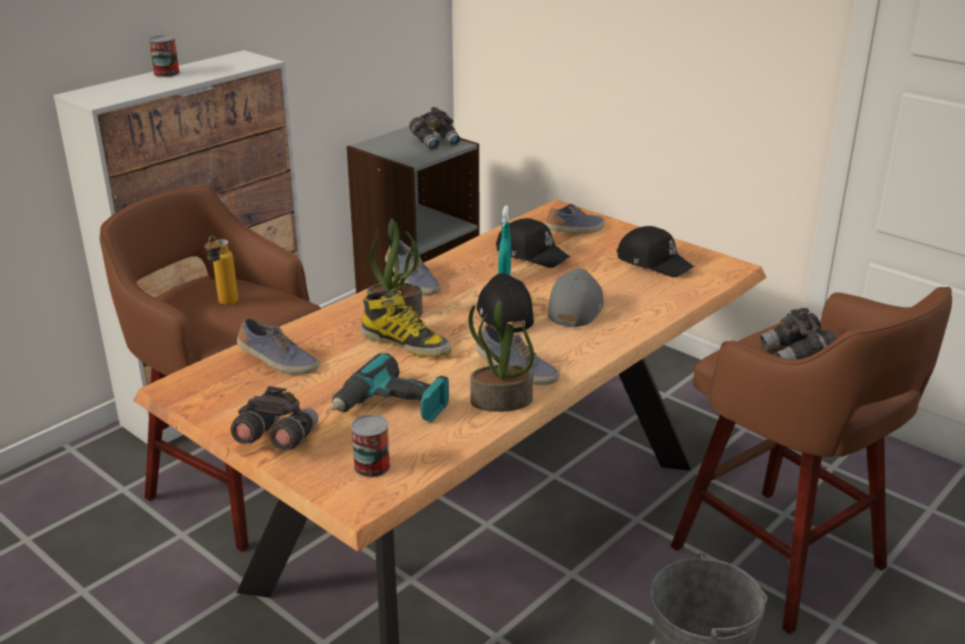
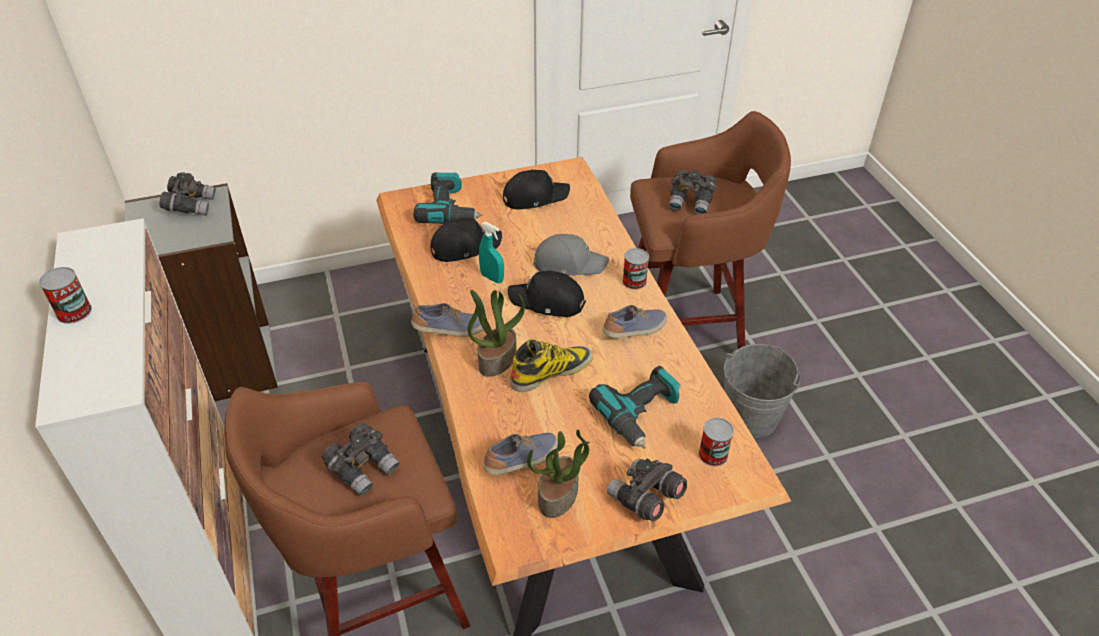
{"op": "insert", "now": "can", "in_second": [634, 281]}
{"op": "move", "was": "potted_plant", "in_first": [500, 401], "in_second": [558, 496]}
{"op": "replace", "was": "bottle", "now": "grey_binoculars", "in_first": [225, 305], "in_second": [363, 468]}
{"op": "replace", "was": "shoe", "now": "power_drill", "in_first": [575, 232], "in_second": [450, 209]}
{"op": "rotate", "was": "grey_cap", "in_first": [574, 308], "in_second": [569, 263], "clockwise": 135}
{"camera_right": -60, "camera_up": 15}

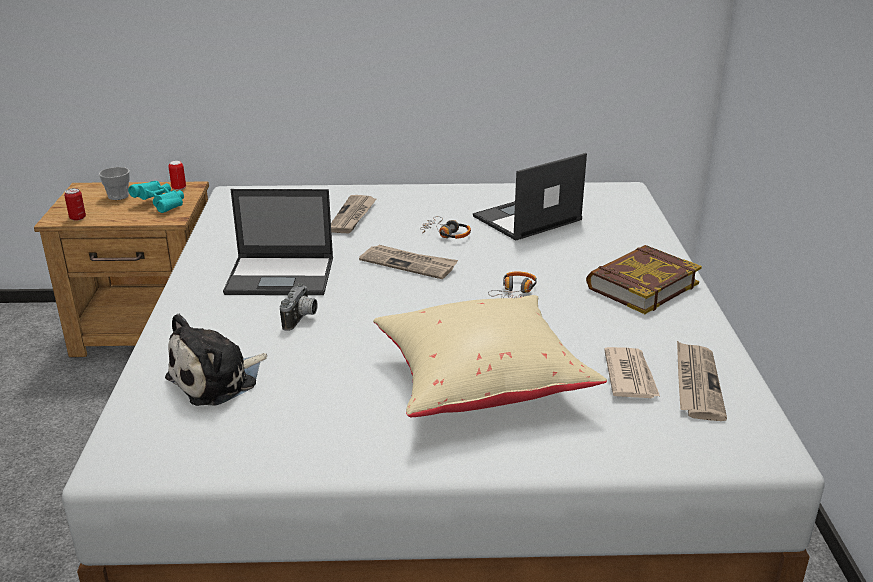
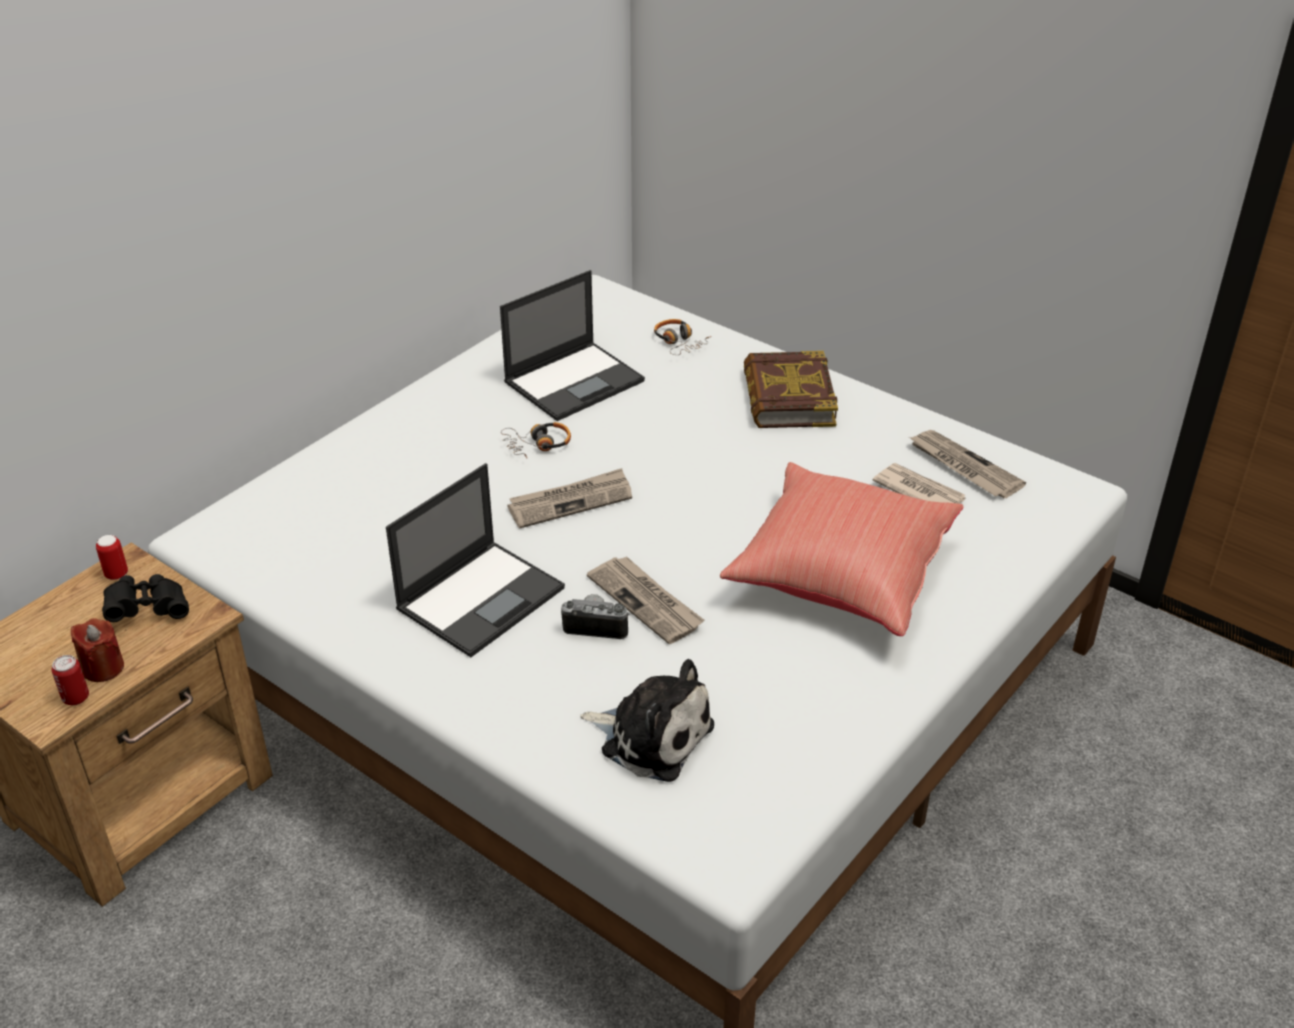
{"op": "delete", "was": "cup", "in_first": [118, 196]}
{"op": "insert", "now": "red_candle", "in_second": [103, 668]}
{"op": "move", "was": "newspaper", "in_first": [353, 216], "in_second": [646, 602]}
{"op": "move", "was": "headphones", "in_first": [516, 293], "in_second": [679, 342]}
{"op": "recolor", "was": "turquoise_binoculars", "now": "black_binoculars", "in_first": [161, 205], "in_second": [148, 609]}
{"op": "recolor", "was": "beige_pillow", "now": "red_pillow", "in_first": [480, 382], "in_second": [839, 574]}
{"op": "rotate", "was": "plush_toy", "in_first": [217, 380], "in_second": [651, 736], "clockwise": -60}
{"op": "rotate", "was": "photo_camera", "in_first": [301, 319], "in_second": [596, 626], "clockwise": -45}
{"op": "rotate", "was": "laptop", "in_first": [526, 218], "in_second": [575, 381], "clockwise": -135}
{"camera_right": -50, "camera_up": 10}

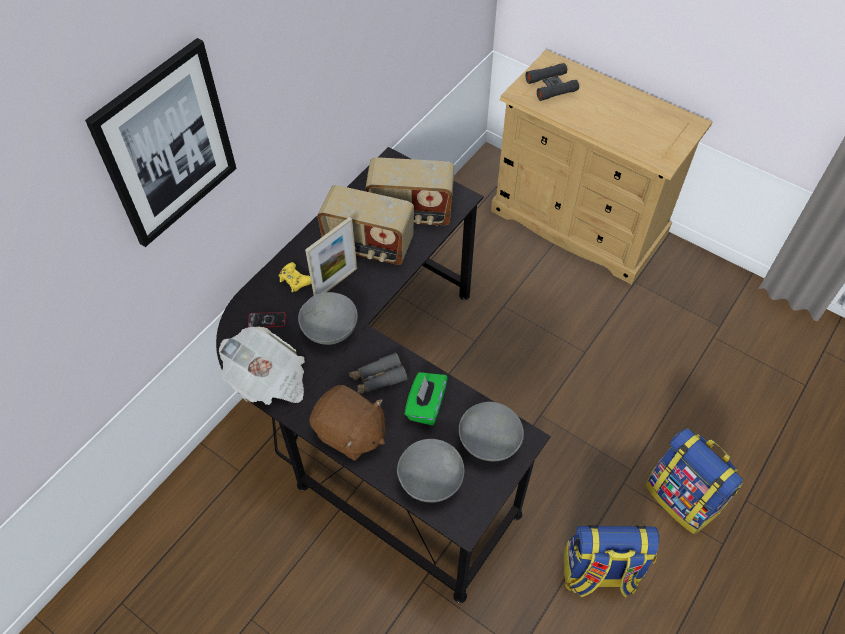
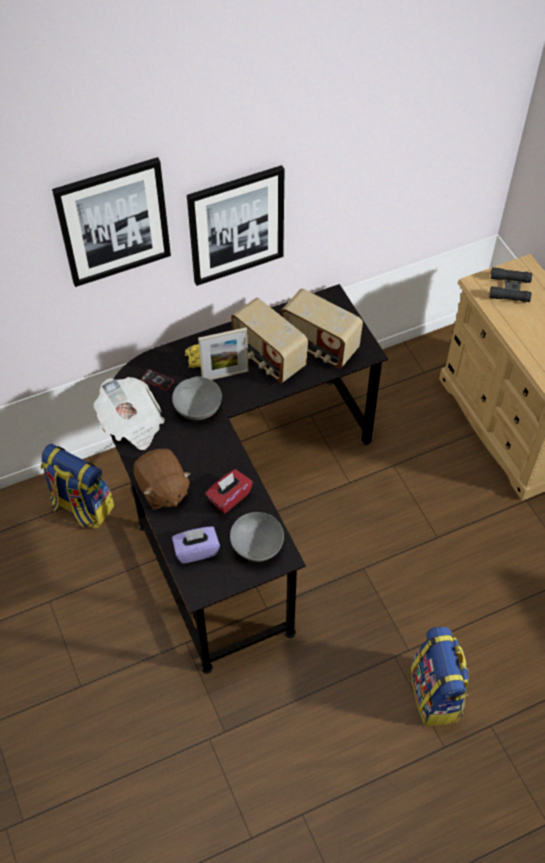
{"op": "delete", "was": "grey_binoculars", "in_first": [377, 378]}
{"op": "insert", "now": "picture", "in_second": [236, 225]}
{"op": "move", "was": "backpack", "in_first": [598, 573], "in_second": [81, 506]}
{"op": "replace", "was": "grey_bowl", "now": "purple_tissue_box", "in_first": [430, 480], "in_second": [196, 550]}
{"op": "recolor", "was": "green_tissue_box", "now": "red_tissue_box", "in_first": [426, 406], "in_second": [229, 497]}
{"camera_right": 30, "camera_up": 0}

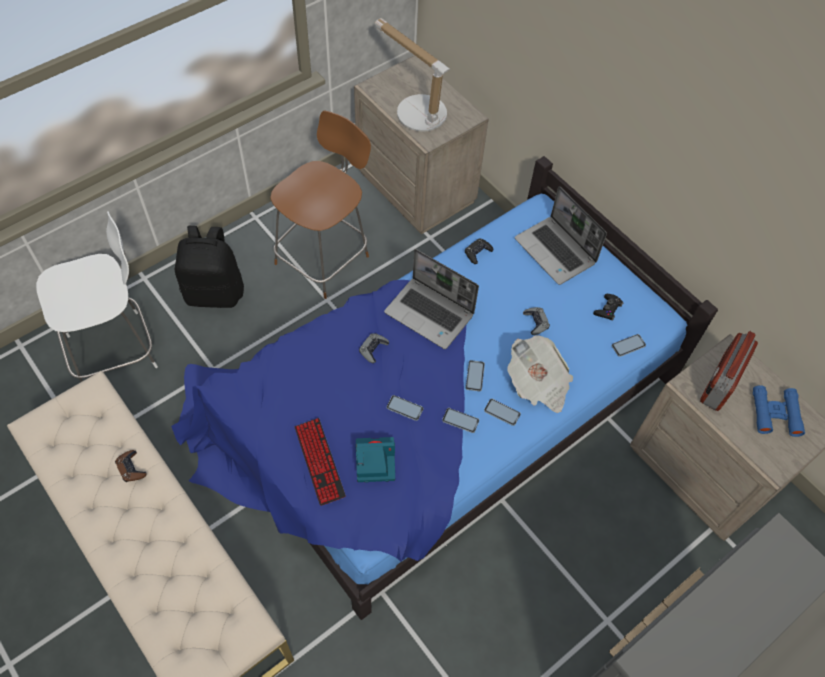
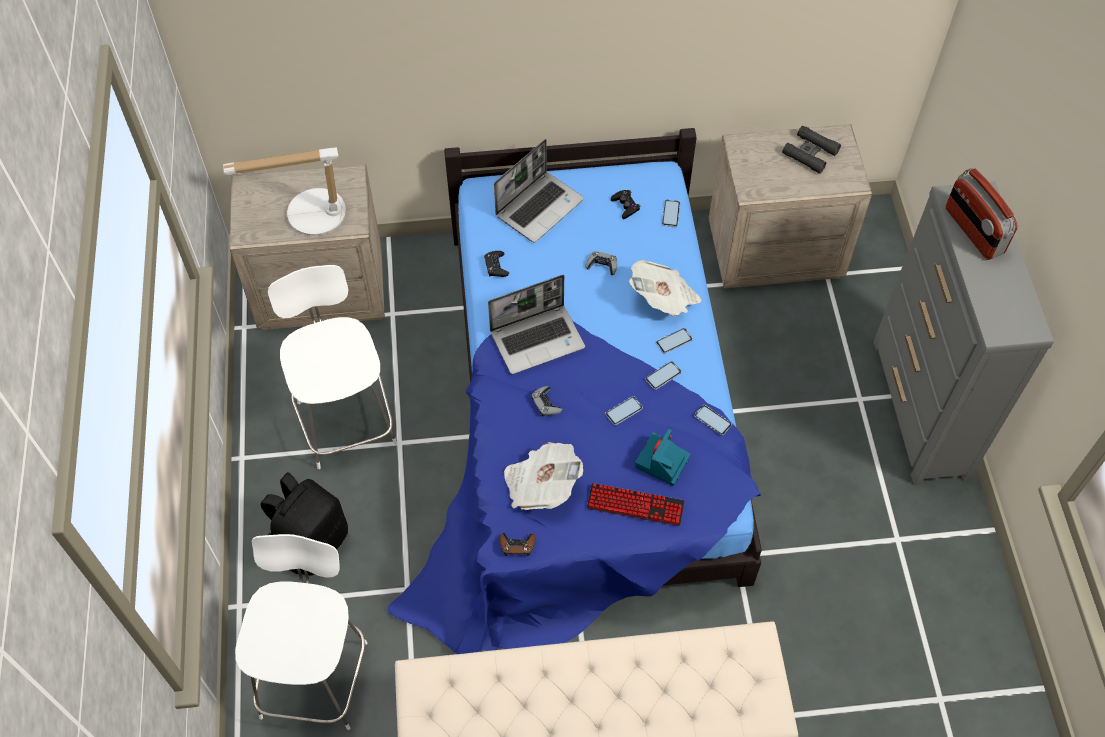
{"op": "insert", "now": "newspaper", "in_second": [541, 485]}
{"op": "move", "was": "brown_game_controller", "in_first": [131, 468], "in_second": [517, 545]}
{"op": "move", "was": "phone", "in_first": [475, 376], "in_second": [712, 420]}
{"op": "move", "was": "radio", "in_first": [720, 382], "in_second": [973, 231]}
{"op": "recolor", "was": "brown_chair", "now": "white_chair", "in_first": [324, 258], "in_second": [345, 419]}
{"op": "recolor", "was": "blue_binoculars", "now": "black_binoculars", "in_first": [775, 413], "in_second": [810, 153]}
{"op": "rotate", "was": "laptop", "in_first": [556, 251], "in_second": [539, 207], "clockwise": -45}
{"camera_right": -55, "camera_up": 0}

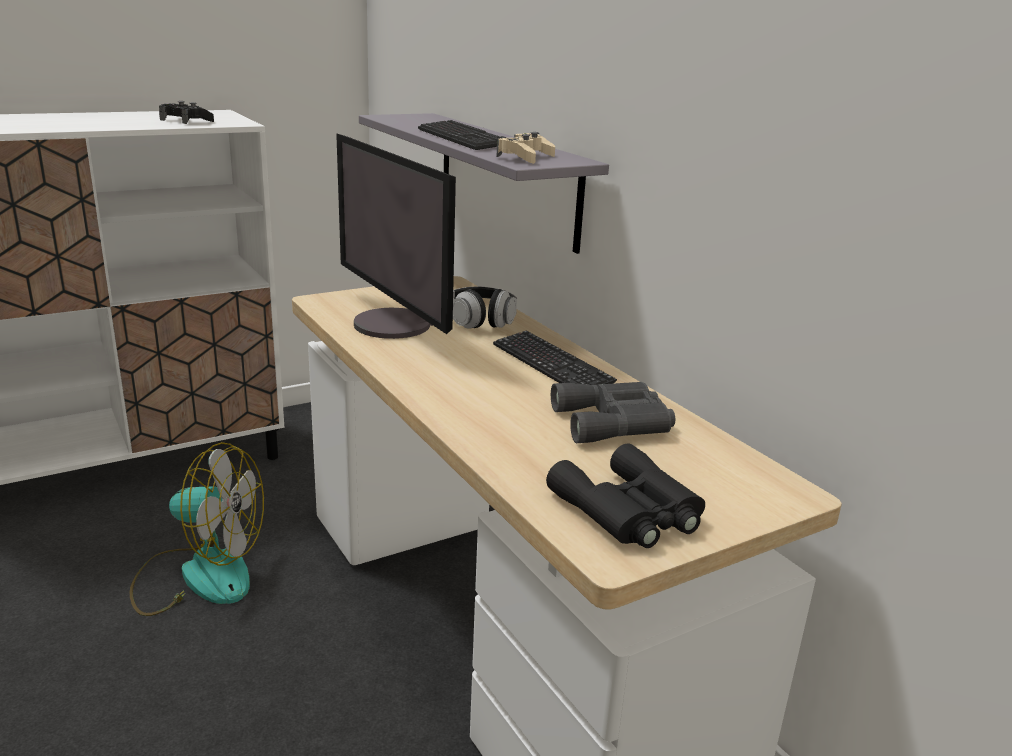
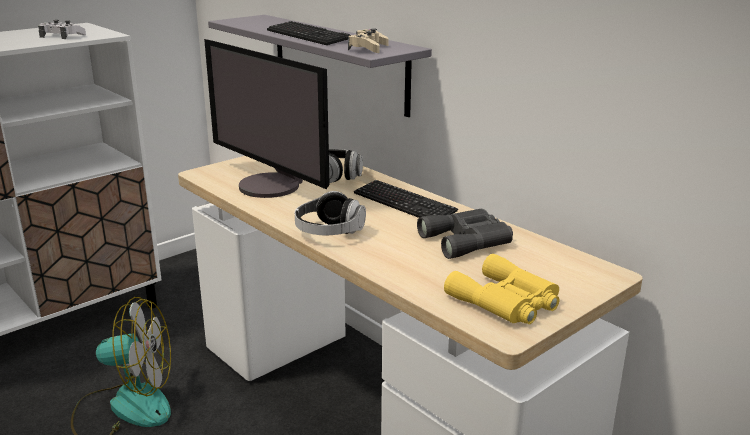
{"op": "insert", "now": "headphones", "in_second": [329, 232]}
{"op": "recolor", "was": "black_game_controller", "now": "white_game_controller", "in_first": [186, 121], "in_second": [62, 36]}
{"op": "recolor", "was": "black_binoculars", "now": "yellow_binoculars", "in_first": [629, 512], "in_second": [506, 301]}
{"camera_right": -10, "camera_up": 0}

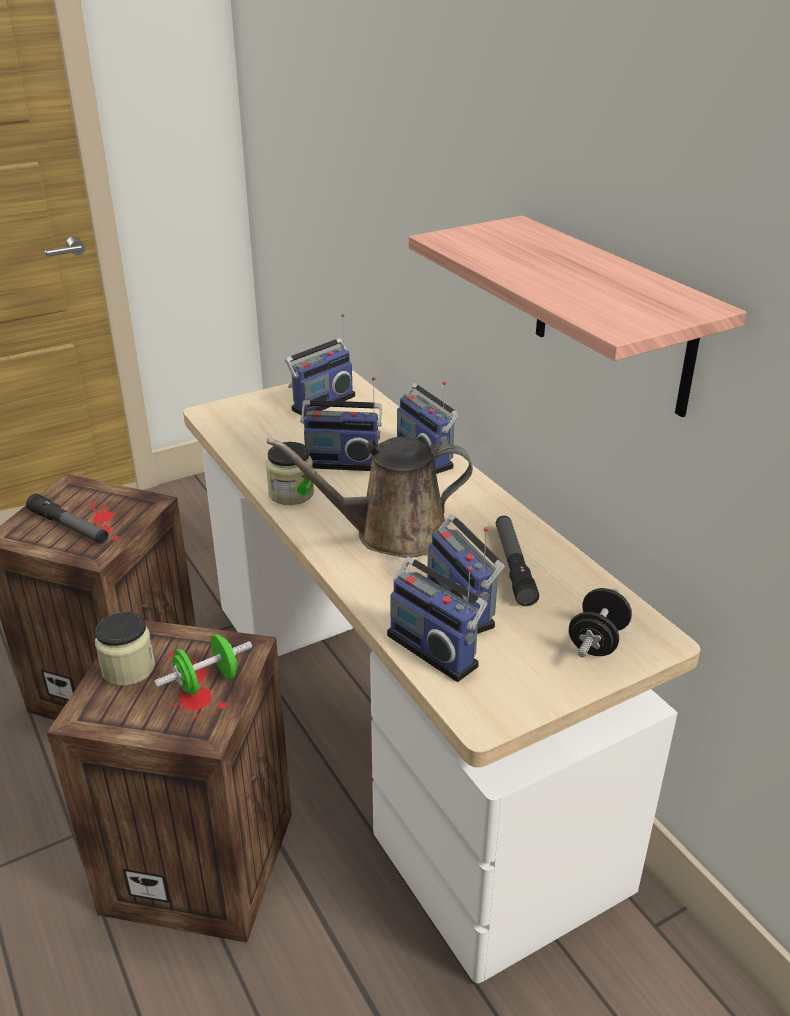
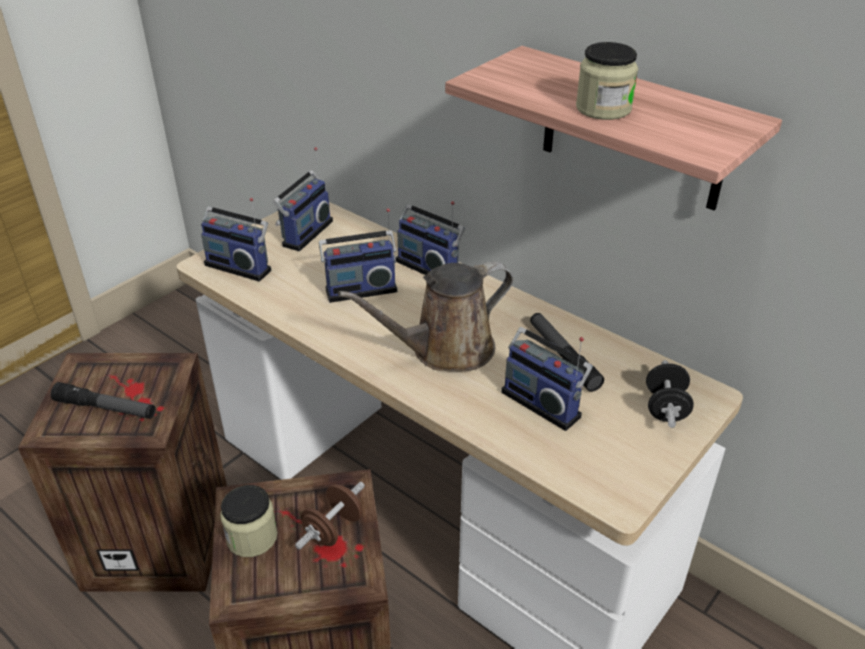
{"op": "move", "was": "jar", "in_first": [291, 493], "in_second": [603, 109]}
{"op": "move", "was": "radio", "in_first": [435, 648], "in_second": [240, 266]}
{"op": "recolor", "was": "green_dumbbell", "now": "brown_dumbbell", "in_first": [207, 681], "in_second": [333, 529]}
{"camera_right": -20, "camera_up": 5}

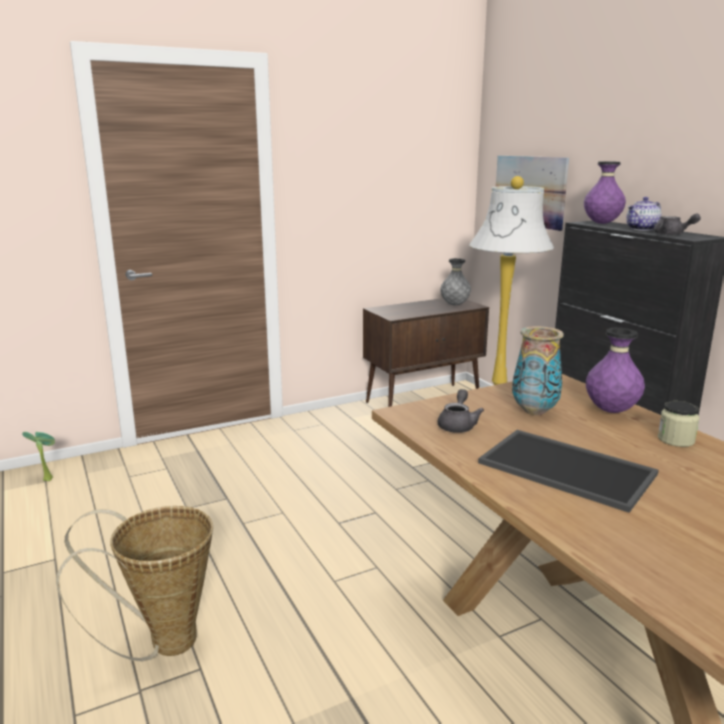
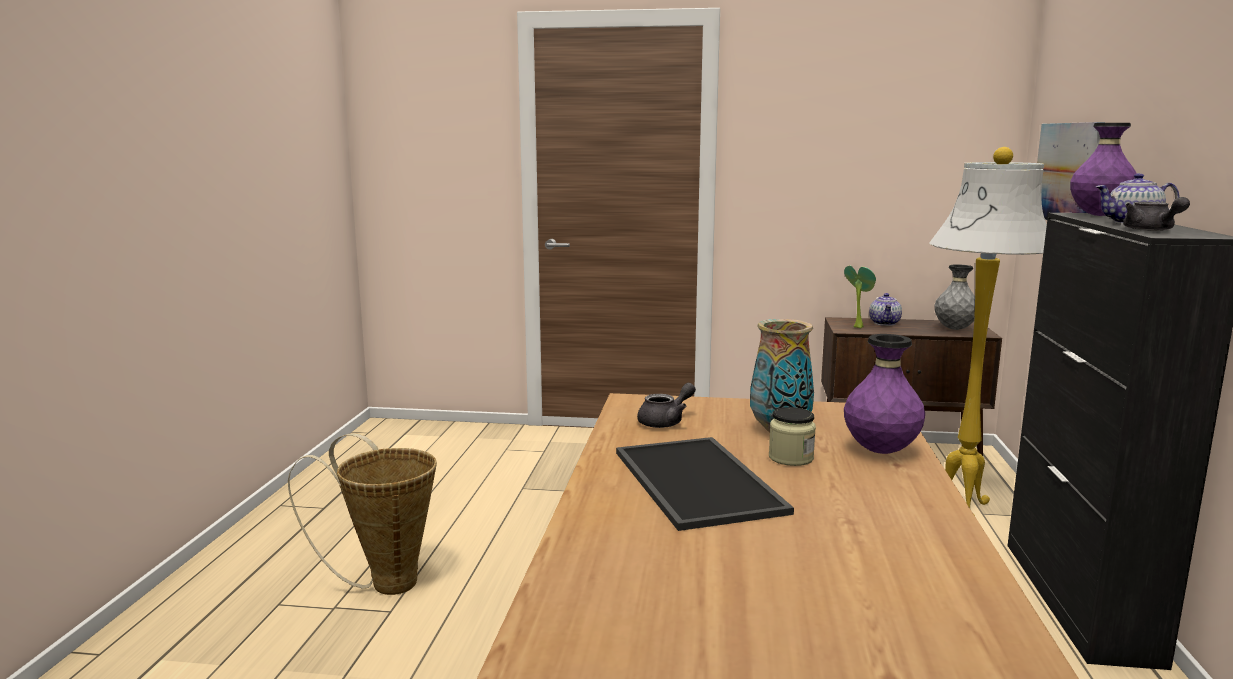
{"op": "insert", "now": "teapot", "in_second": [885, 323]}
{"op": "move", "was": "potted_plant", "in_first": [47, 478], "in_second": [857, 327]}
{"op": "move", "was": "jar", "in_first": [676, 440], "in_second": [791, 458]}
{"camera_right": 35, "camera_up": -5}

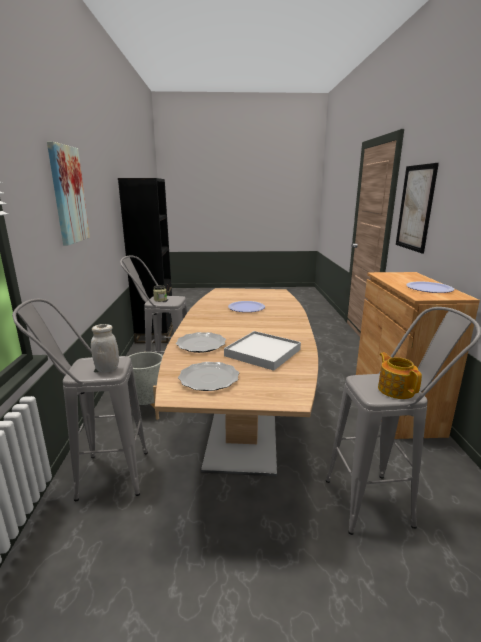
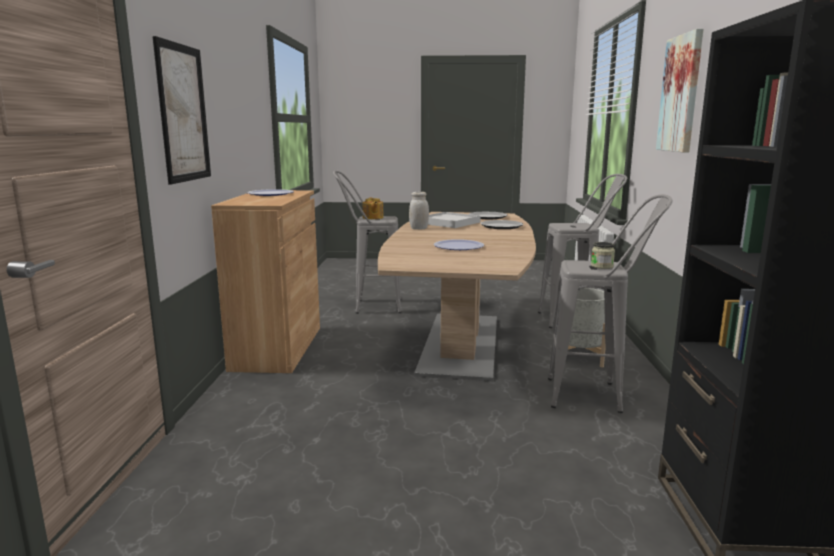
{"op": "move", "was": "white_jar", "in_first": [107, 369], "in_second": [419, 229]}
{"camera_right": -175, "camera_up": -5}

